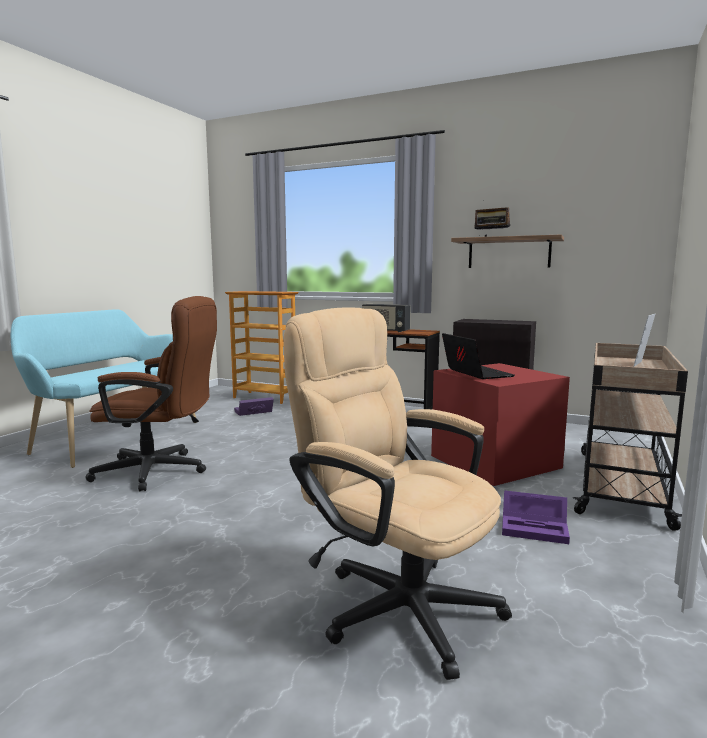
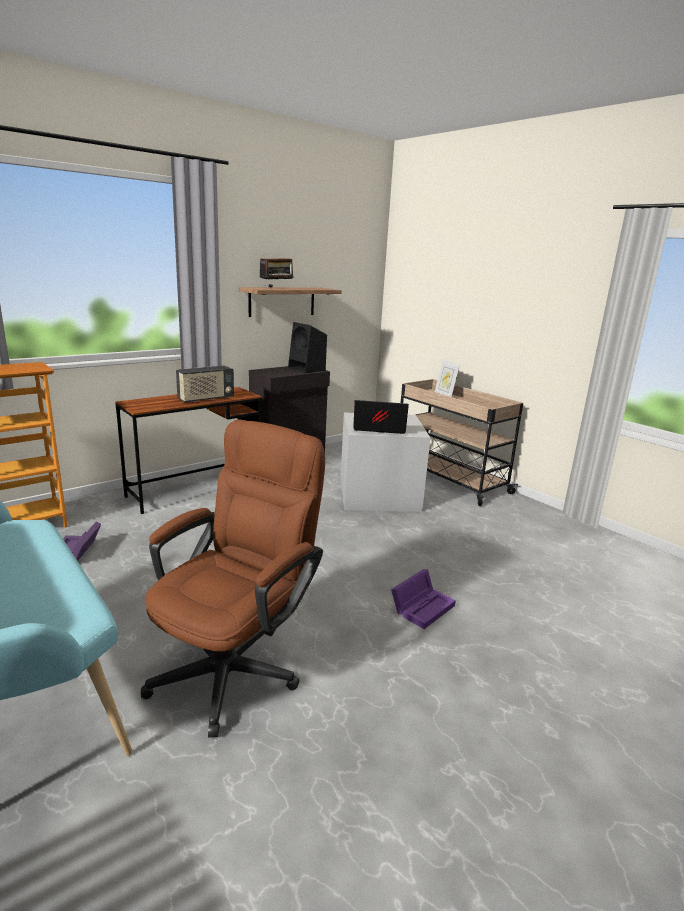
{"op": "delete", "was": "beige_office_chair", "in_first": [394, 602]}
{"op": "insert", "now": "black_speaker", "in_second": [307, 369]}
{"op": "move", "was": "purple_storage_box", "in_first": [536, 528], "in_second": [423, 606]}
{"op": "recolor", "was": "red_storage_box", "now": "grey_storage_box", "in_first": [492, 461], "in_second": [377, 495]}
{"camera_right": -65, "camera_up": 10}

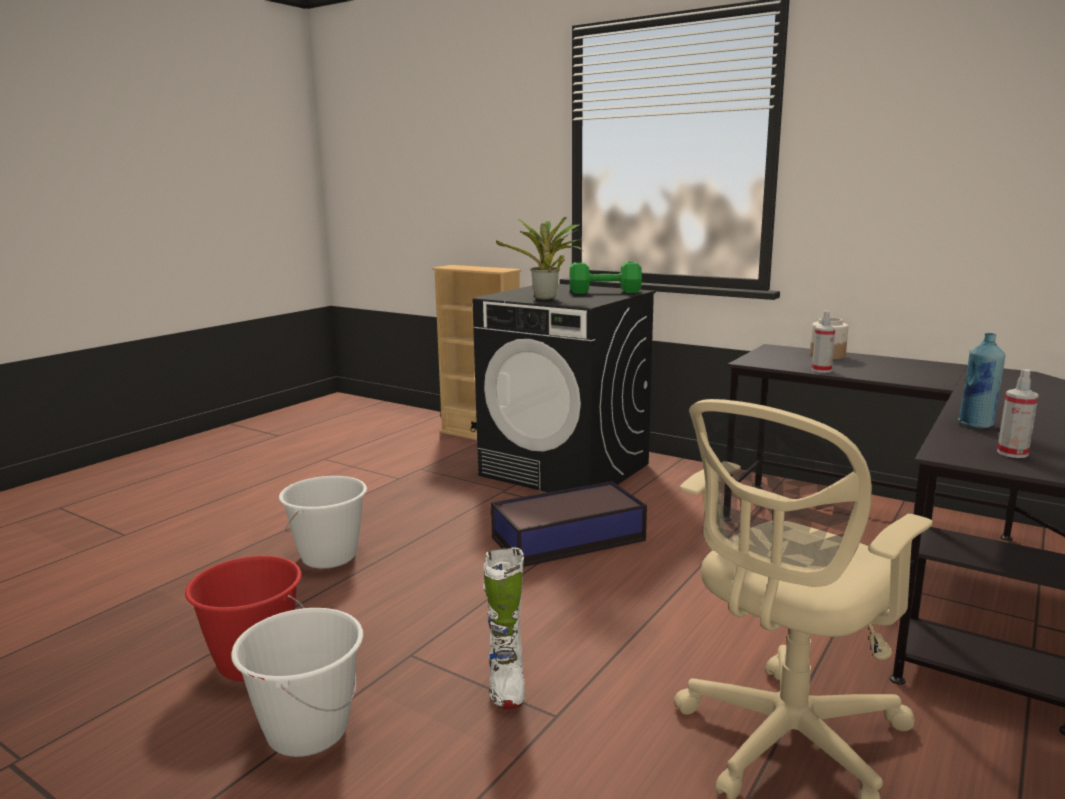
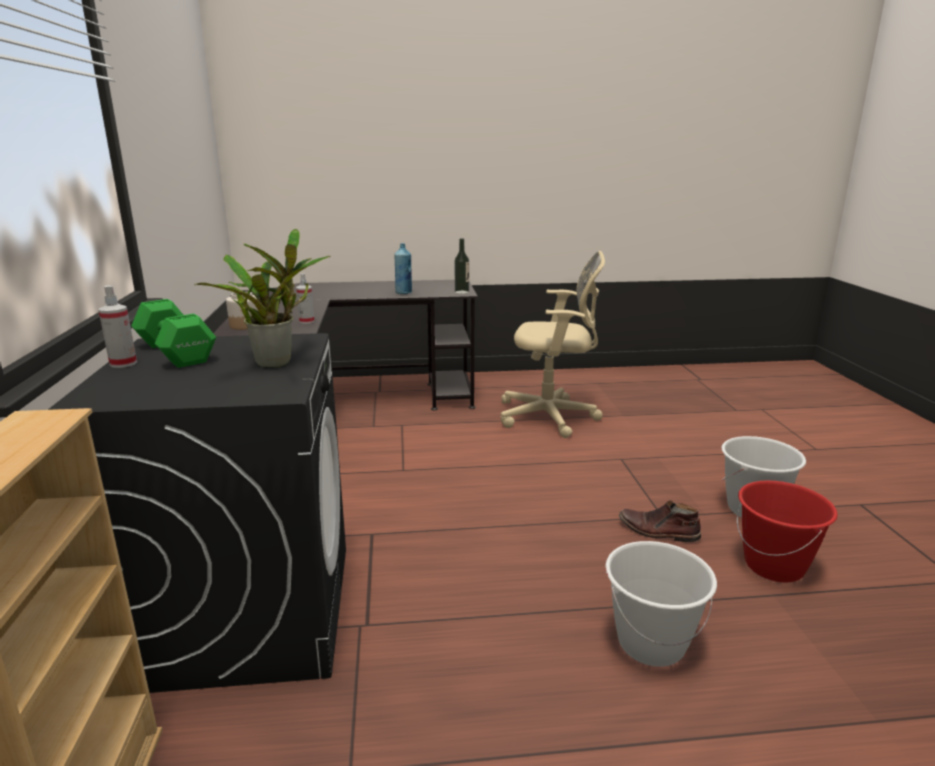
{"op": "delete", "was": "white_boot", "in_first": [506, 684]}
{"op": "delete", "was": "storage_box", "in_first": [566, 539]}
{"op": "insert", "now": "bottle", "in_second": [462, 292]}
{"op": "insert", "now": "brown_boot", "in_second": [658, 531]}
{"op": "move", "was": "spray_bottle", "in_first": [1012, 453], "in_second": [123, 363]}
{"camera_right": -130, "camera_up": 5}

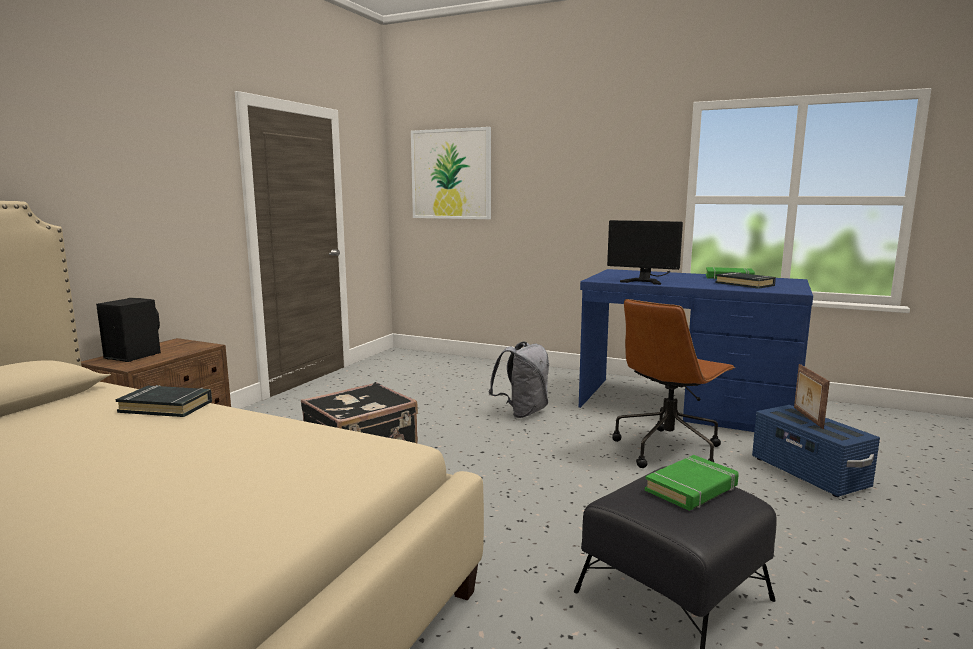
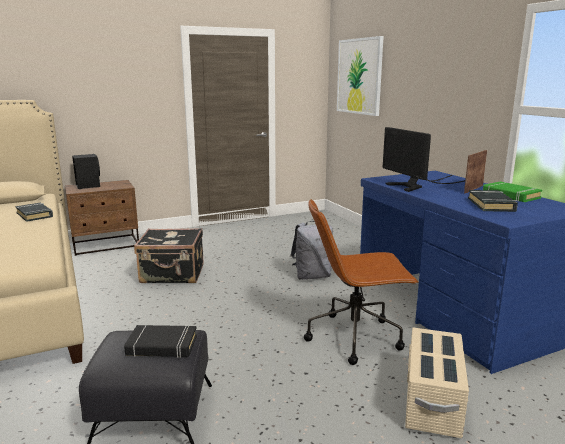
{"op": "move", "was": "picture_frame", "in_first": [807, 417], "in_second": [473, 189]}
{"op": "recolor", "was": "green_book", "now": "black_book", "in_first": [692, 488], "in_second": [162, 346]}
{"op": "recolor", "was": "blue_storage_box", "now": "beige_storage_box", "in_first": [808, 473], "in_second": [432, 402]}
{"camera_right": 40, "camera_up": 5}

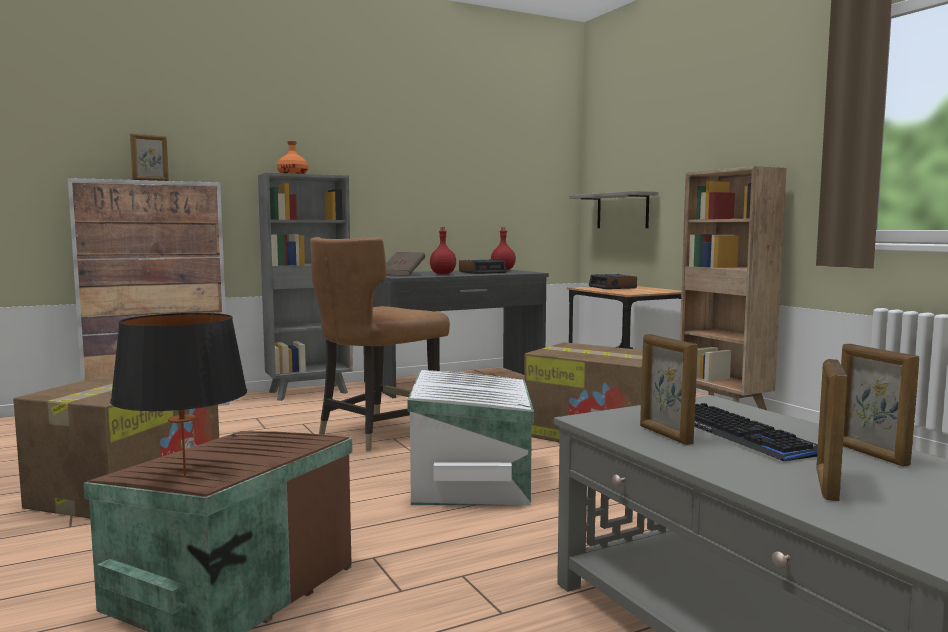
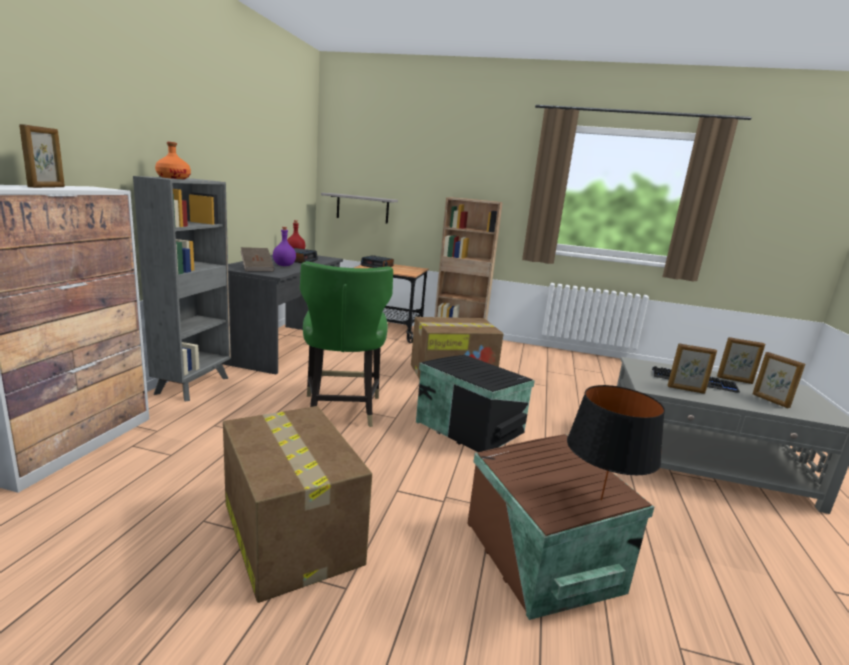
{"op": "recolor", "was": "brown_chair", "now": "green_chair", "in_first": [377, 433], "in_second": [341, 410]}
{"op": "recolor", "was": "white_storage_box", "now": "black_storage_box", "in_first": [473, 480], "in_second": [470, 426]}
{"op": "recolor", "was": "red_bottle", "now": "purple_bottle", "in_first": [442, 274], "in_second": [284, 265]}
{"camera_right": -50, "camera_up": 10}

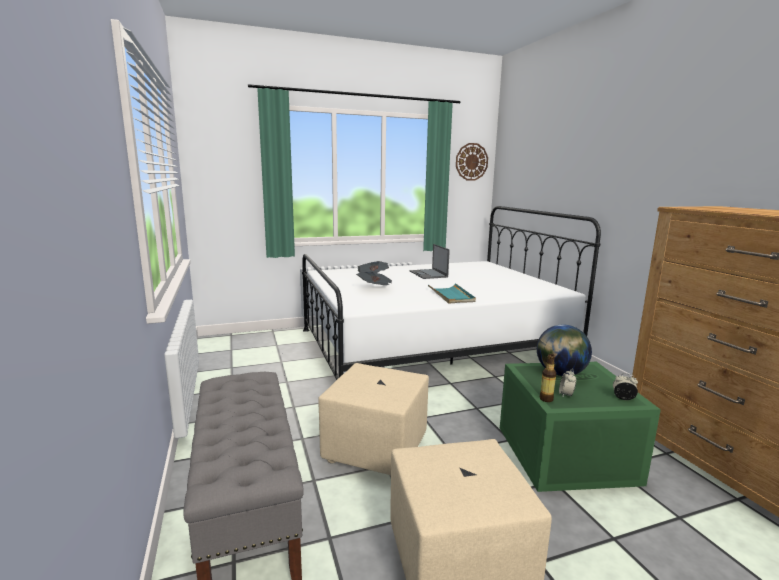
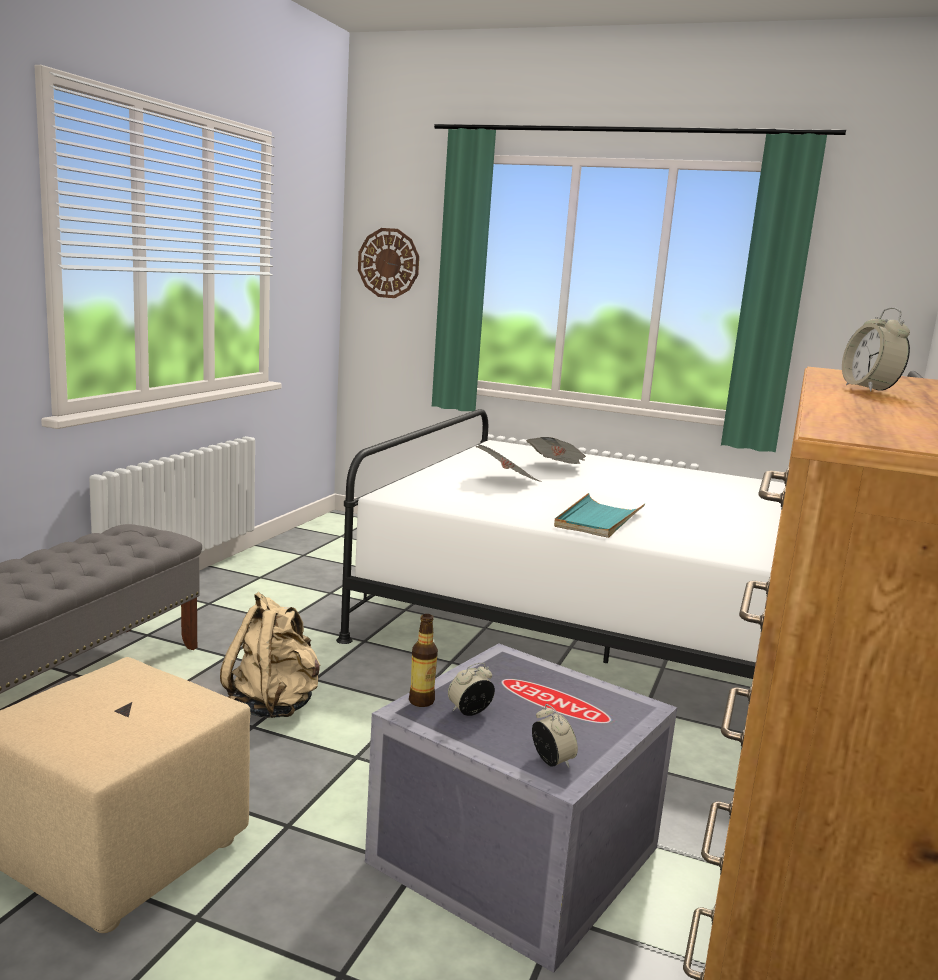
{"op": "delete", "was": "laptop", "in_first": [428, 274]}
{"op": "delete", "was": "globe", "in_first": [560, 373]}
{"op": "insert", "now": "alarm_clock", "in_second": [868, 389]}
{"op": "move", "was": "wall_clock", "in_first": [471, 162], "in_second": [388, 263]}
{"op": "replace", "was": "beige_ottoman", "now": "beige_backpack", "in_first": [374, 450], "in_second": [274, 705]}
{"op": "recolor", "was": "green_storage_box", "now": "grey_storage_box", "in_first": [564, 455], "in_second": [510, 855]}
{"camera_right": 40, "camera_up": 0}

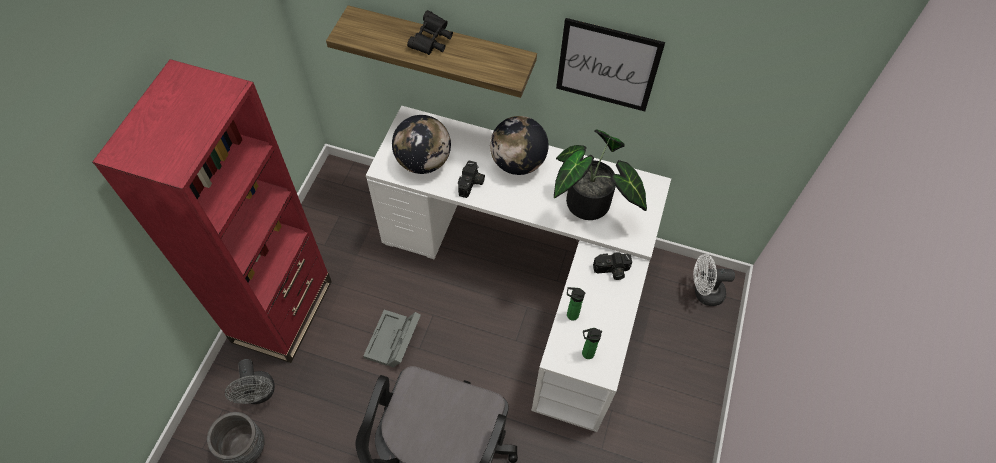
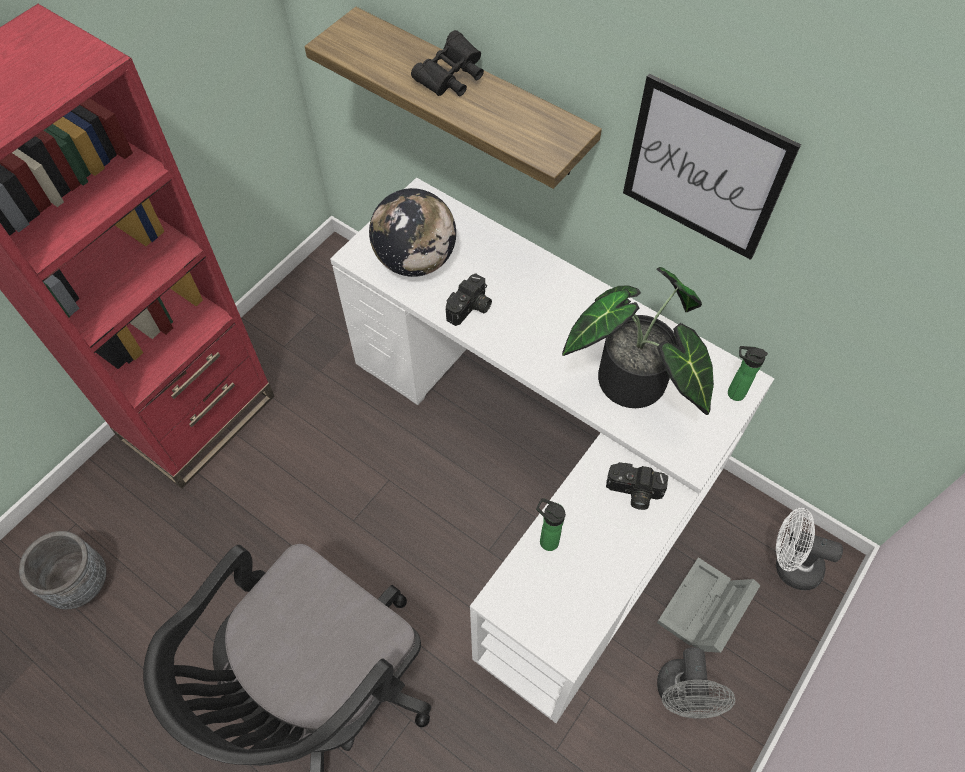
{"op": "delete", "was": "globe", "in_first": [517, 162]}
{"op": "move", "was": "grey_fan", "in_first": [259, 394], "in_second": [682, 696]}
{"op": "move", "was": "grey_storage_box", "in_first": [393, 342], "in_second": [703, 611]}
{"op": "move", "was": "bottle", "in_first": [586, 353], "in_second": [733, 393]}
{"camera_right": 20, "camera_up": 0}

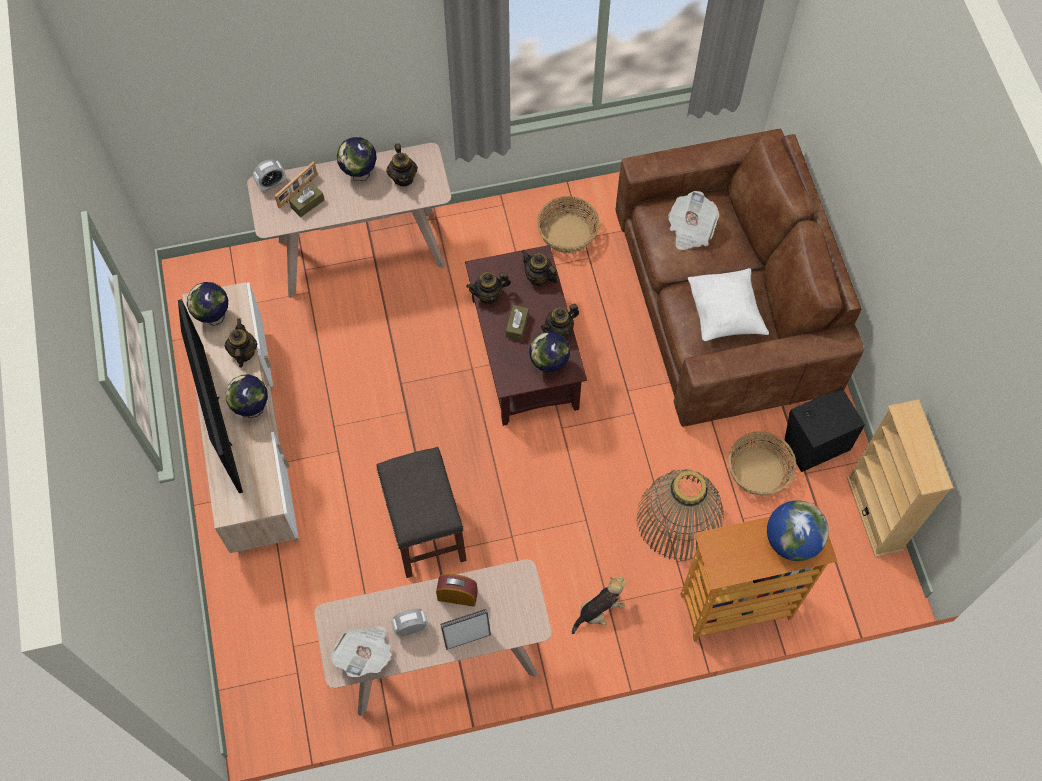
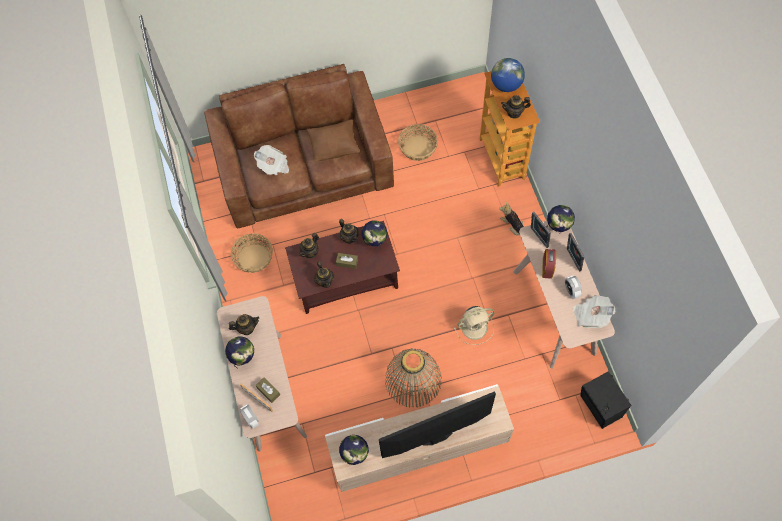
{"op": "delete", "was": "beige_bookcase", "in_first": [874, 513]}
{"op": "insert", "now": "picture_frame", "in_second": [538, 238]}
{"op": "move", "was": "teapot", "in_first": [243, 352], "in_second": [514, 113]}
{"op": "move", "was": "globe", "in_first": [252, 409], "in_second": [558, 228]}
{"op": "move", "was": "basket", "in_first": [679, 519], "in_second": [413, 380]}
{"op": "move", "was": "black_speaker", "in_first": [814, 443], "in_second": [599, 408]}
{"op": "replace", "was": "grey_stool", "now": "beige_fan", "in_first": [427, 533], "in_second": [475, 327]}
{"op": "recolor", "was": "white_pillow", "now": "brown_pillow", "in_first": [724, 314], "in_second": [334, 147]}
{"camera_right": -90, "camera_up": 0}

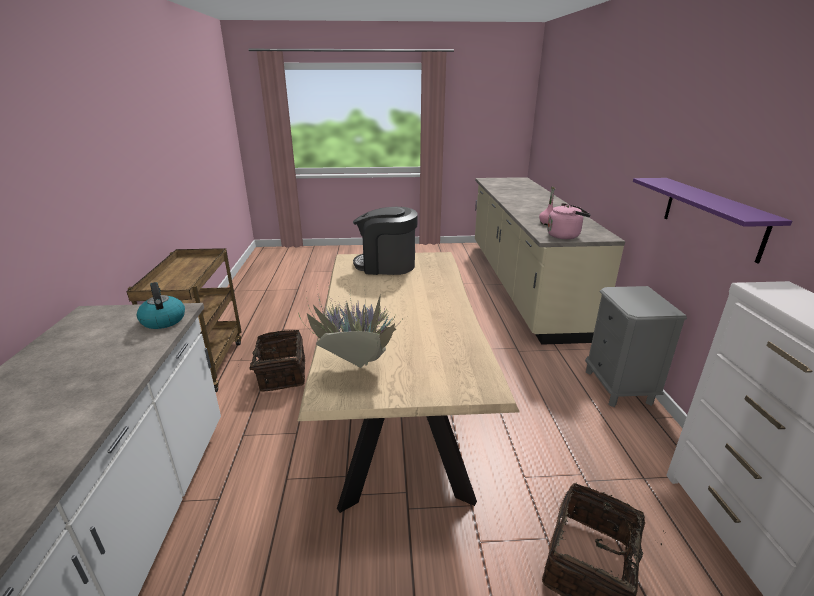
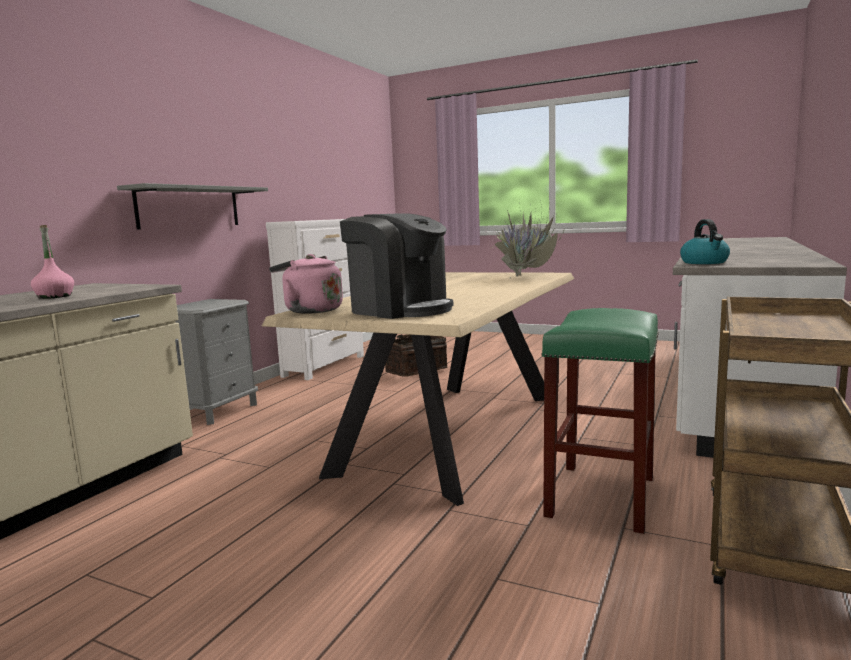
{"op": "move", "was": "pink_kettle", "in_first": [565, 235], "in_second": [310, 310]}
{"op": "replace", "was": "basket", "now": "green_stool", "in_first": [281, 374], "in_second": [602, 497]}
{"op": "recolor", "was": "purple_shelf", "now": "grey_shelf", "in_first": [712, 217], "in_second": [189, 207]}
{"camera_right": -150, "camera_up": -15}

